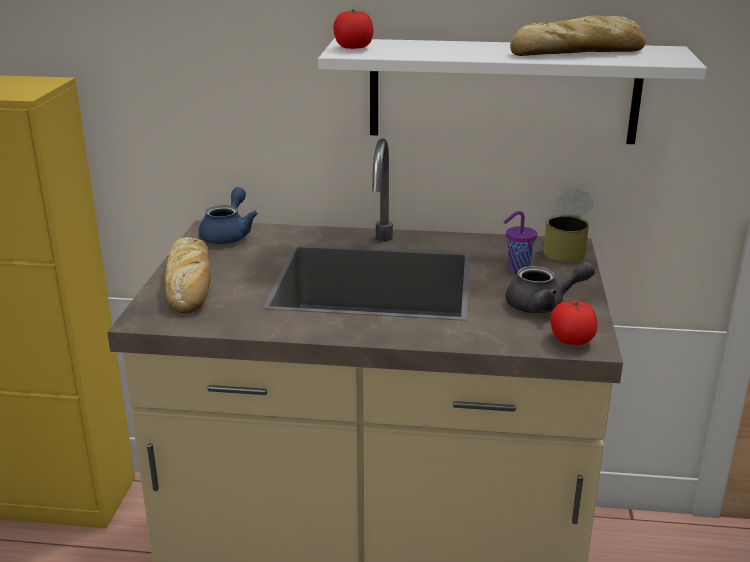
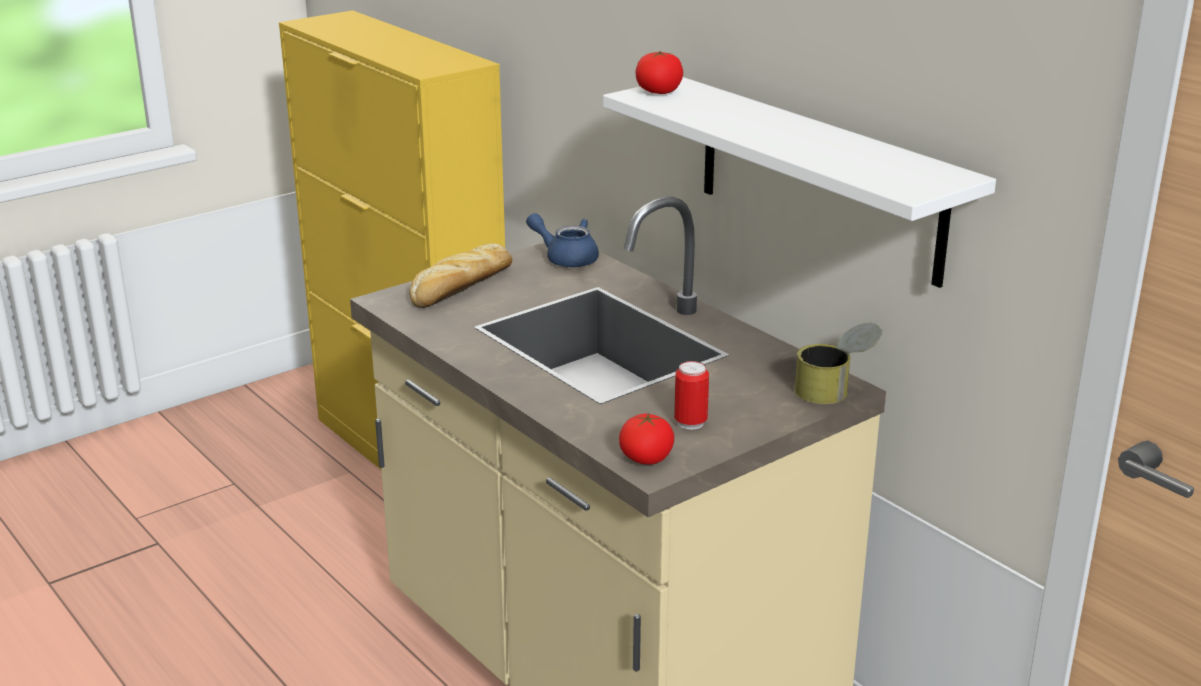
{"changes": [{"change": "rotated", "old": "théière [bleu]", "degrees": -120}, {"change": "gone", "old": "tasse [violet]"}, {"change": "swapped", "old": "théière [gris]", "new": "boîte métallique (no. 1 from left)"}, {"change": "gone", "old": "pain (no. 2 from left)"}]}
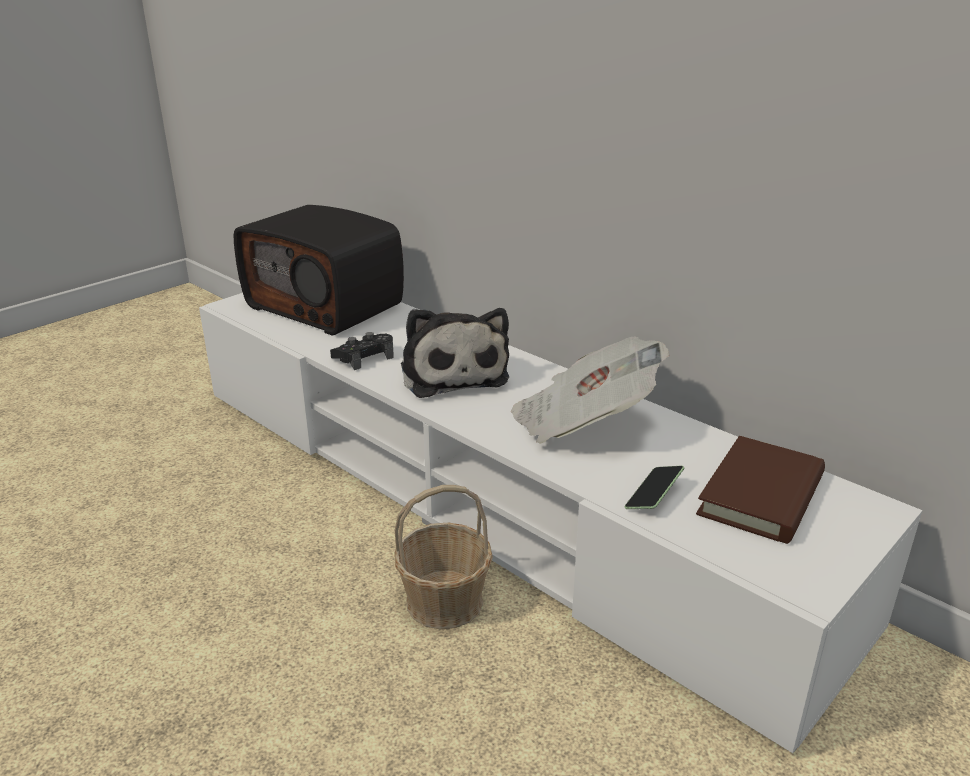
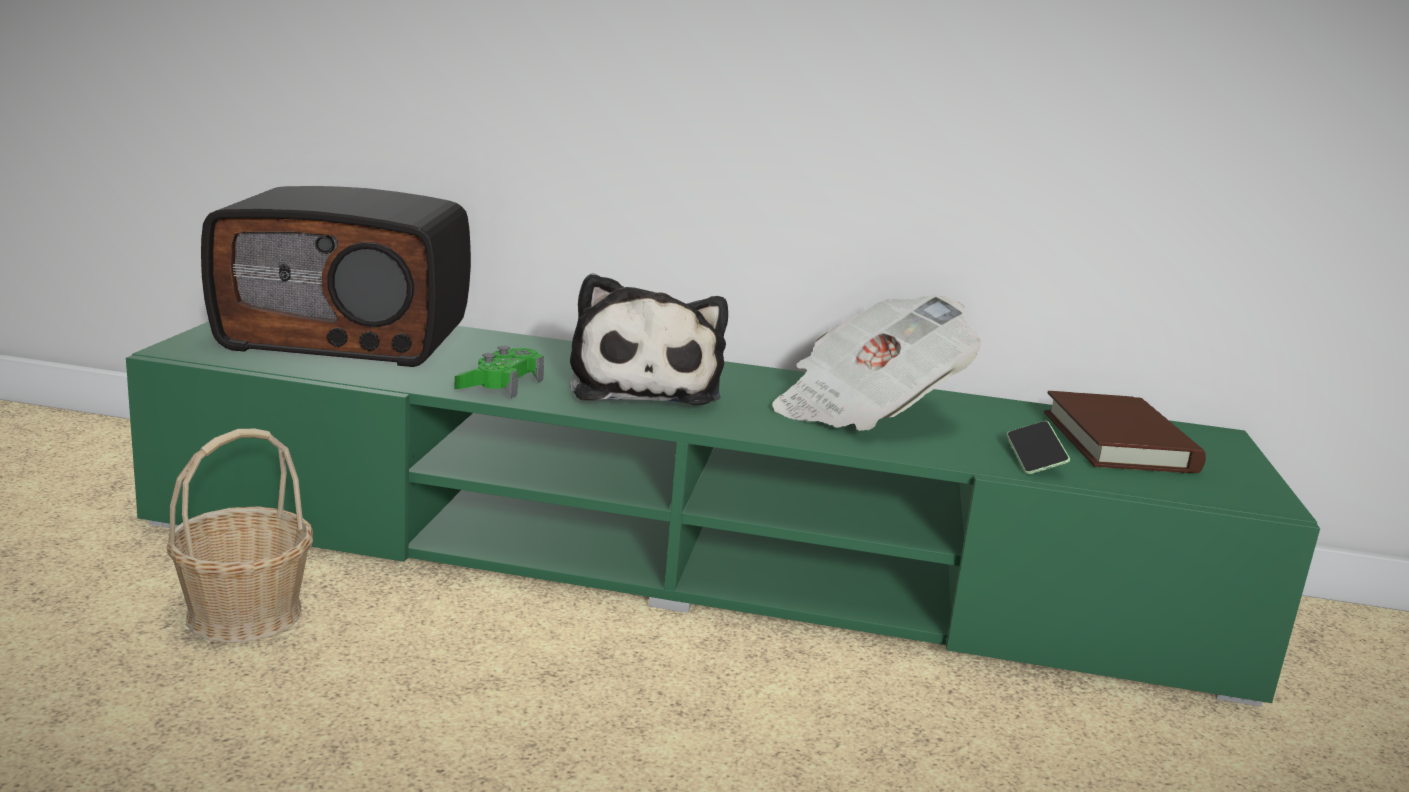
{"changes": [{"change": "repainted", "old": "meuble télé [blanc]", "new": "meuble télé [vert]"}, {"change": "repainted", "old": "manette [noir]", "new": "manette [vert]"}, {"change": "shifted", "old": "panier"}, {"change": "rotated", "old": "peluche", "degrees": 45}]}
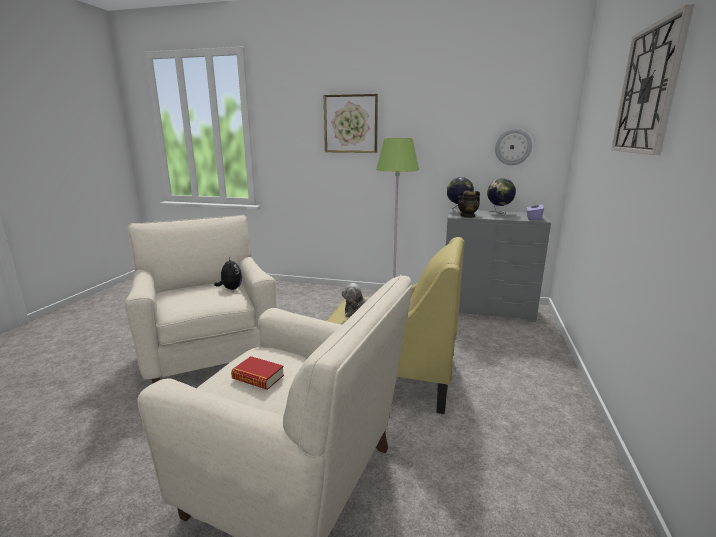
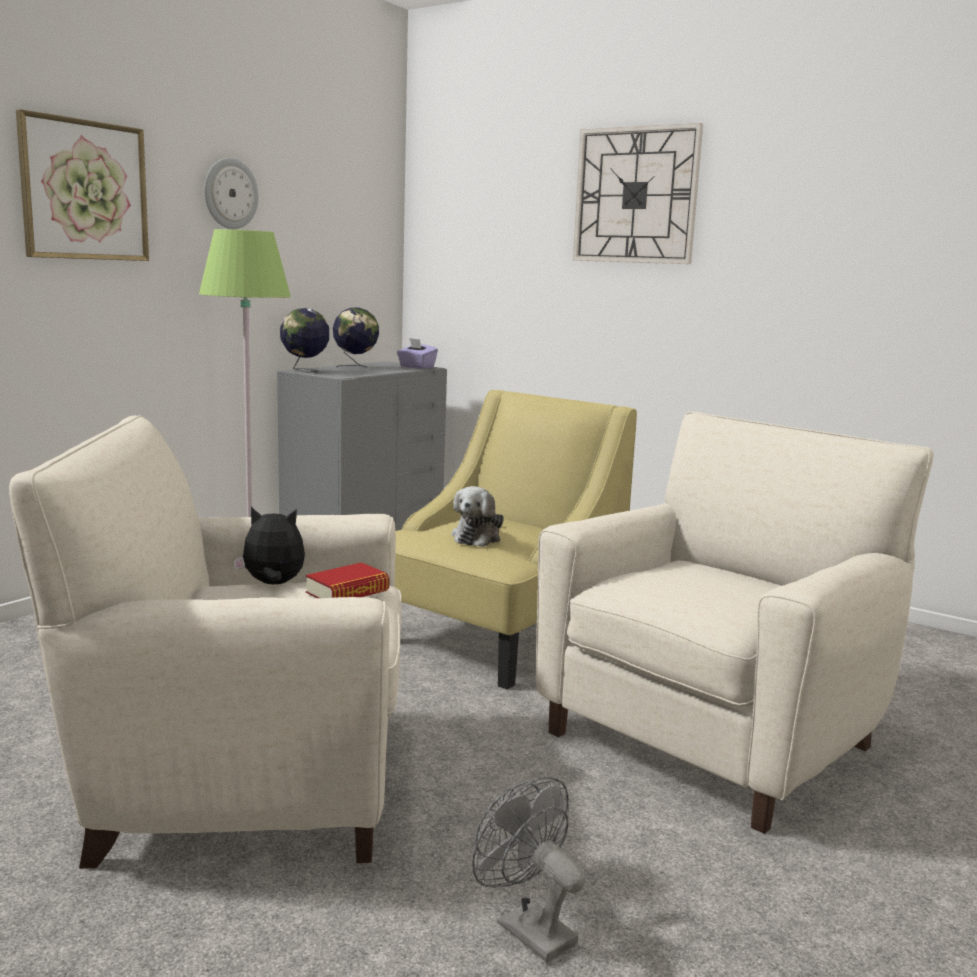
{"changes": [{"change": "shifted", "old": "livre"}, {"change": "gone", "old": "théière"}, {"change": "shifted", "old": "horloge murale (no. 1 from left)"}, {"change": "new", "new": "ventilateur [gris]"}]}
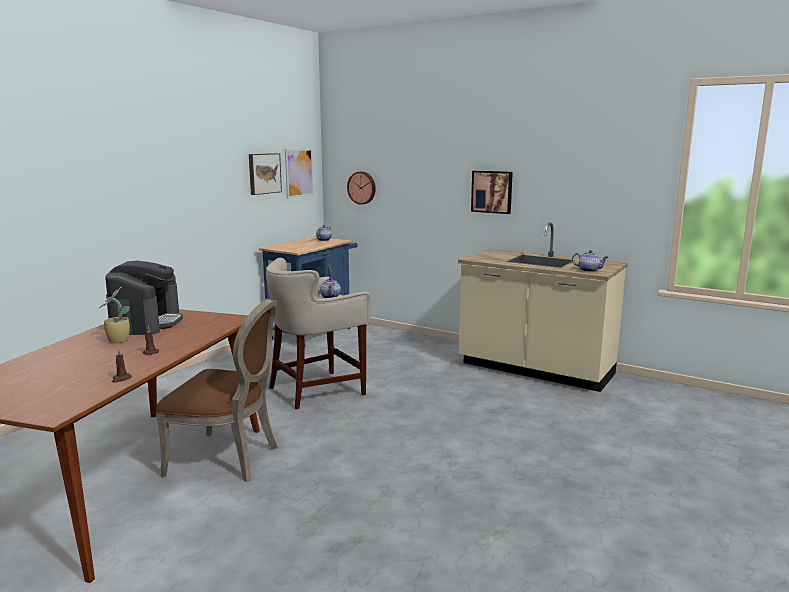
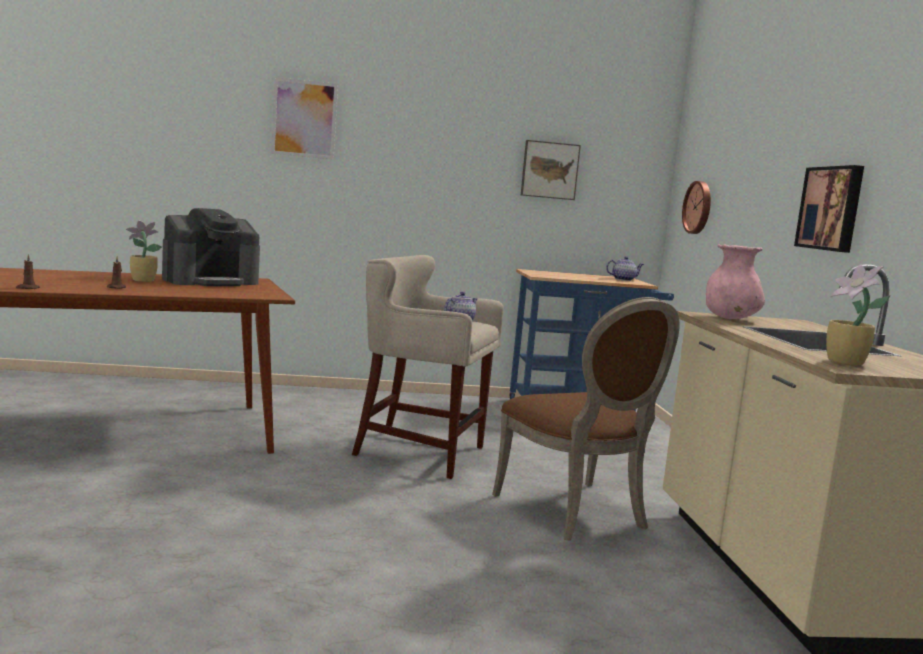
{"changes": [{"change": "shifted", "old": "chaise [marron]"}, {"change": "shifted", "old": "tableau (no. 2 from left in the first image)", "new": "tableau (no. 1 from left)"}, {"change": "swapped", "old": "théière (no. 3 from left)", "new": "plante en pot (no. 2 from left)"}, {"change": "new", "new": "vase [rose]"}]}
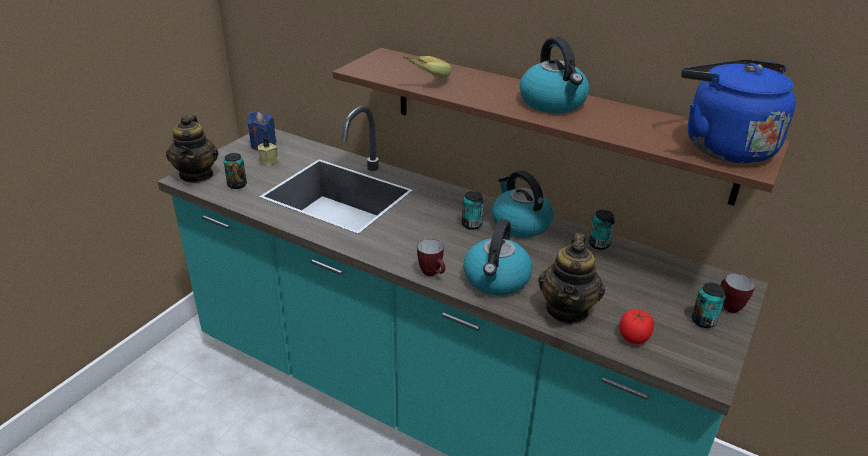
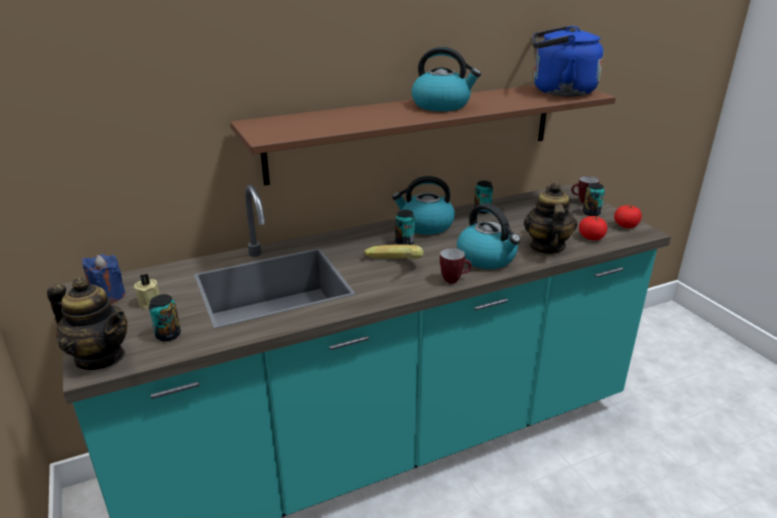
{"changes": [{"change": "shifted", "old": "banane"}, {"change": "rotated", "old": "théière (no. 2 from left)", "degrees": -135}, {"change": "new", "new": "tomate (no. 2 from left)"}]}
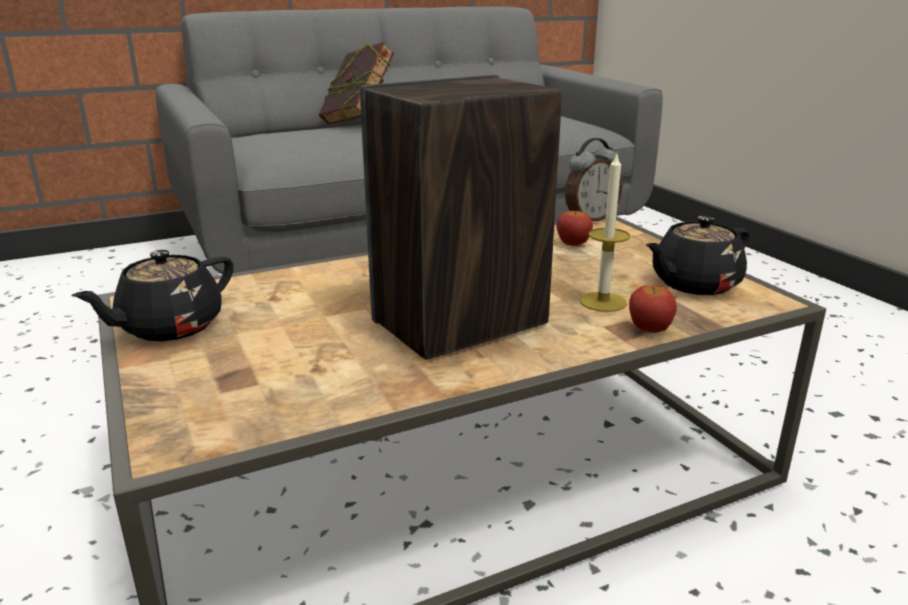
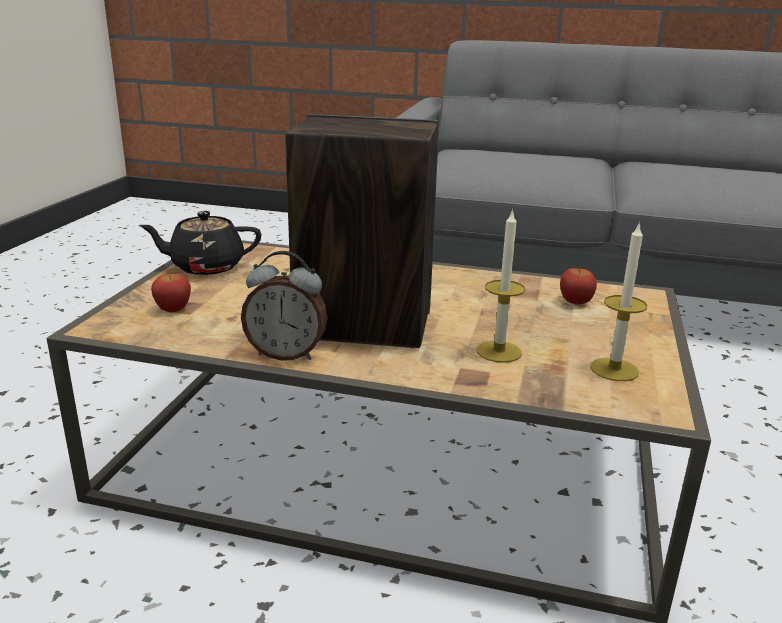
{"changes": [{"change": "gone", "old": "livre"}, {"change": "shifted", "old": "réveil"}, {"change": "shifted", "old": "pomme (no. 2 from left in the first image)", "new": "pomme (no. 1 from left)"}, {"change": "swapped", "old": "théière [noir] (no. 2 from left)", "new": "bougie (no. 2 from left)"}]}
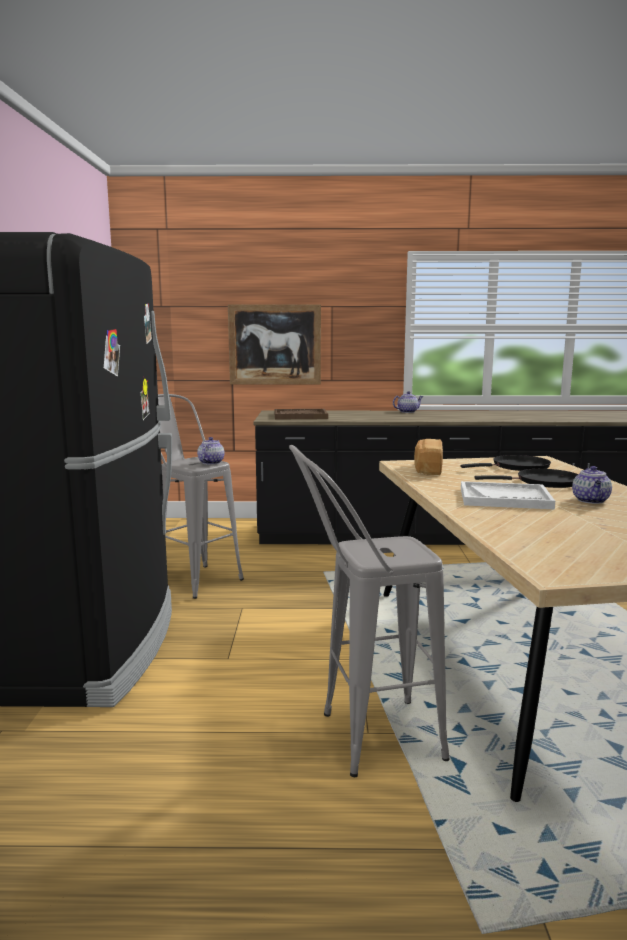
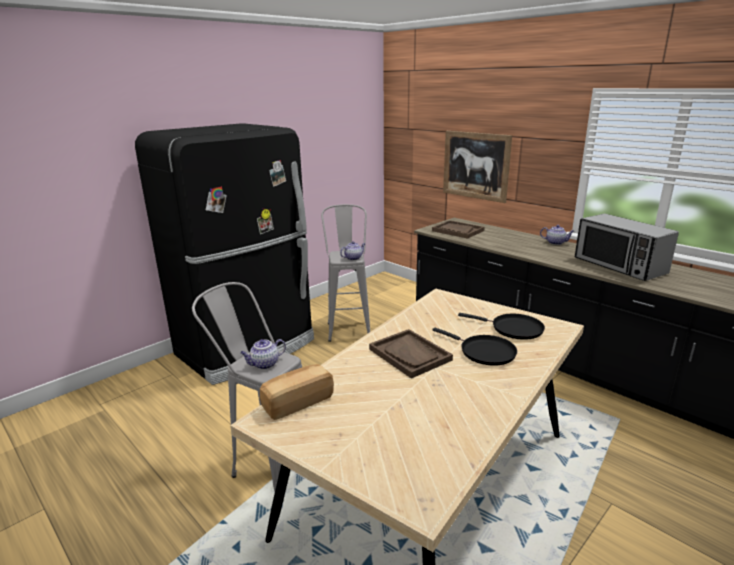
{"changes": [{"change": "shifted", "old": "pain"}, {"change": "repainted", "old": "plateau [blanc]", "new": "plateau [marron] (no. 1 from left)"}, {"change": "shifted", "old": "théière (no. 3 from left in the first image)", "new": "théière (no. 1 from left)"}, {"change": "new", "new": "micro-ondes"}]}
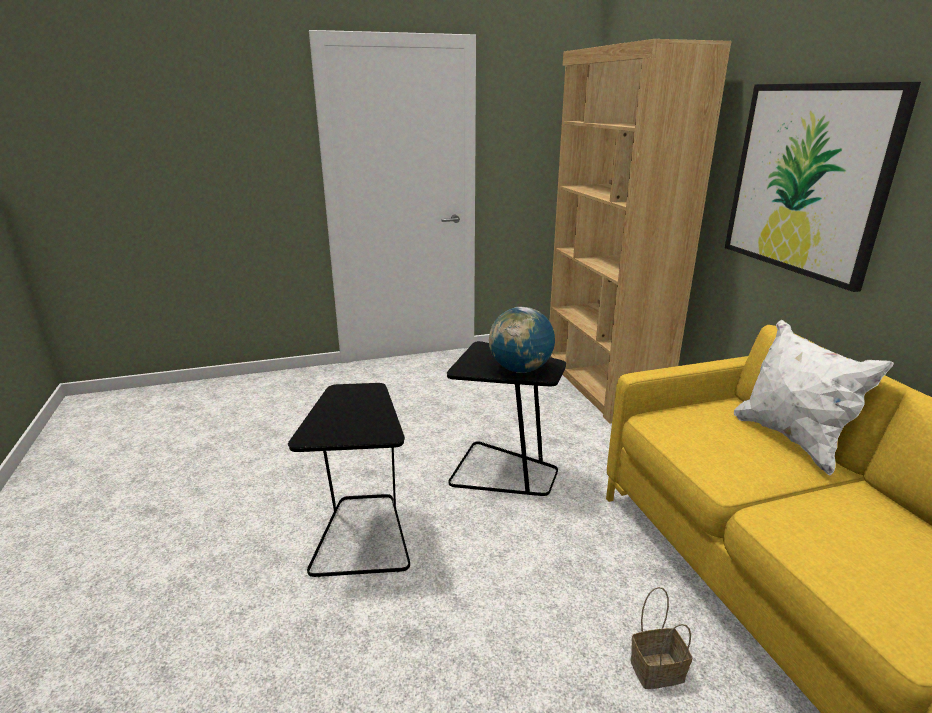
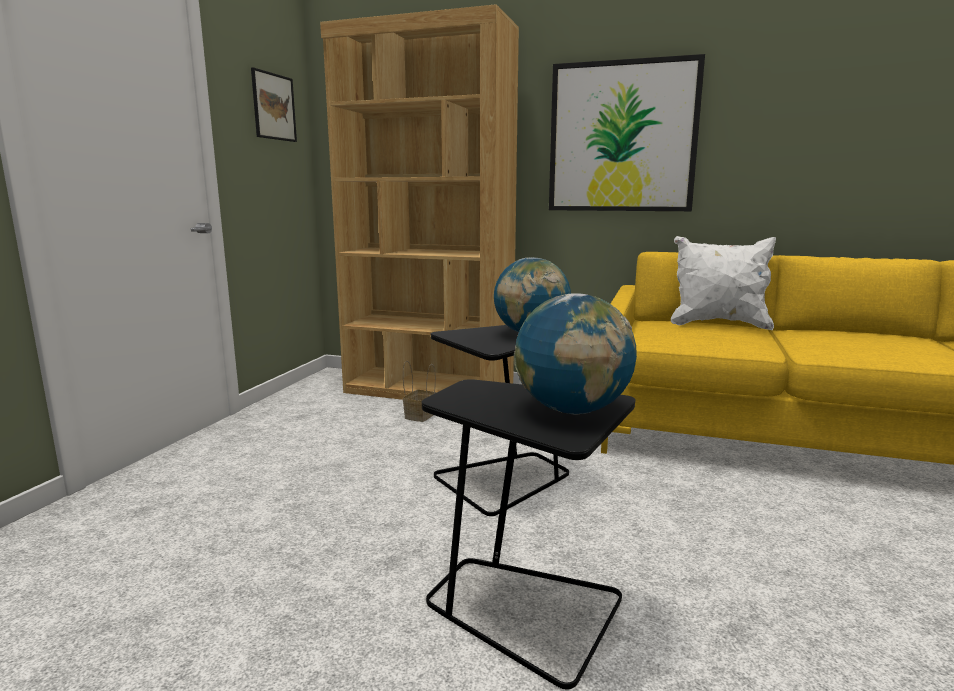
{"changes": [{"change": "shifted", "old": "panier"}, {"change": "new", "new": "tableau (no. 1 from left)"}, {"change": "new", "new": "globe (no. 2 from left)"}]}
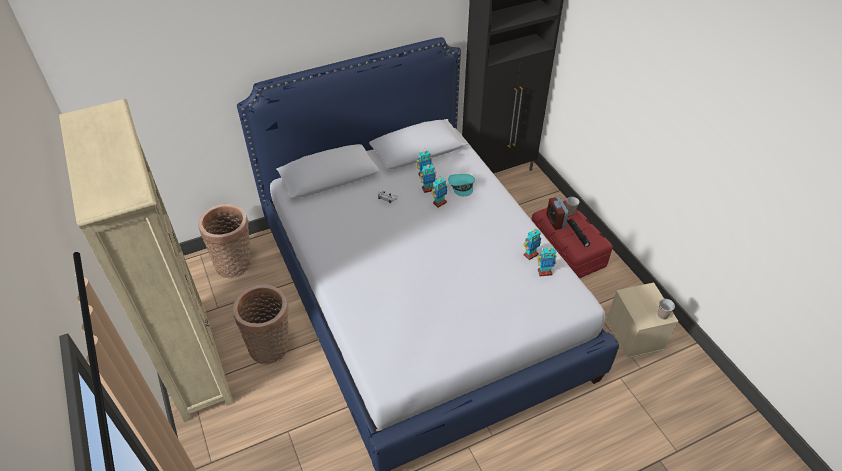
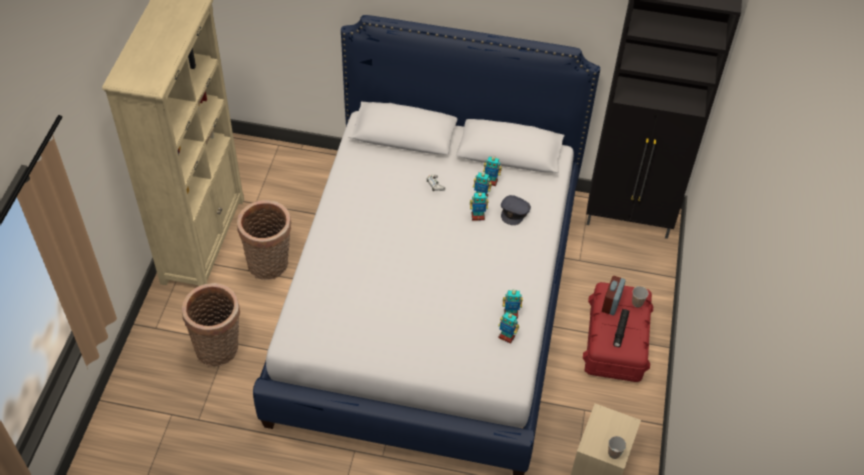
{"changes": [{"change": "shifted", "old": "panier (no. 1 from left)"}, {"change": "repainted", "old": "casquette [turquoise]", "new": "casquette [gris]"}]}
